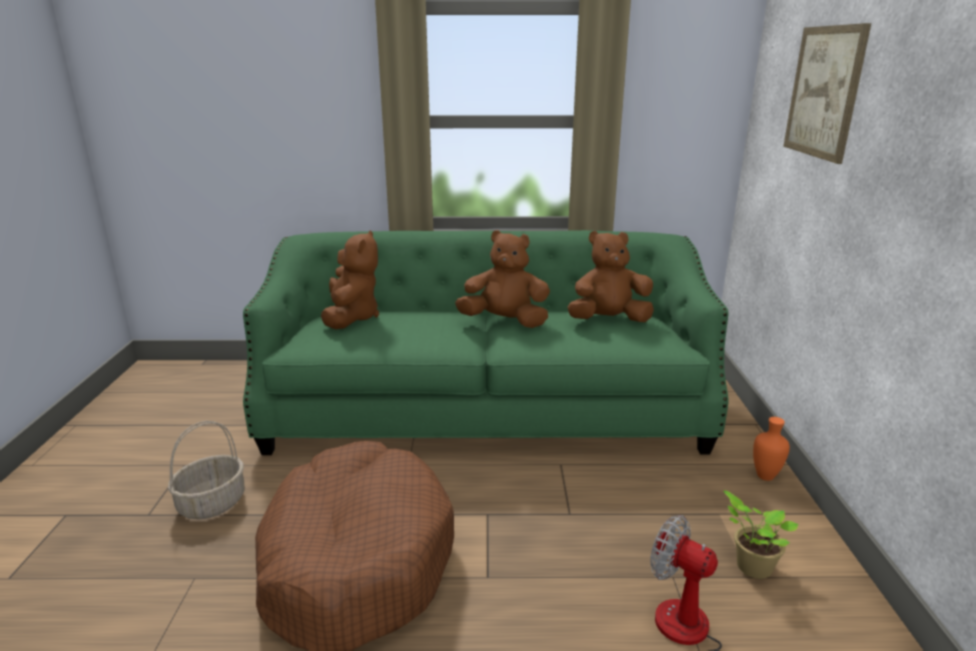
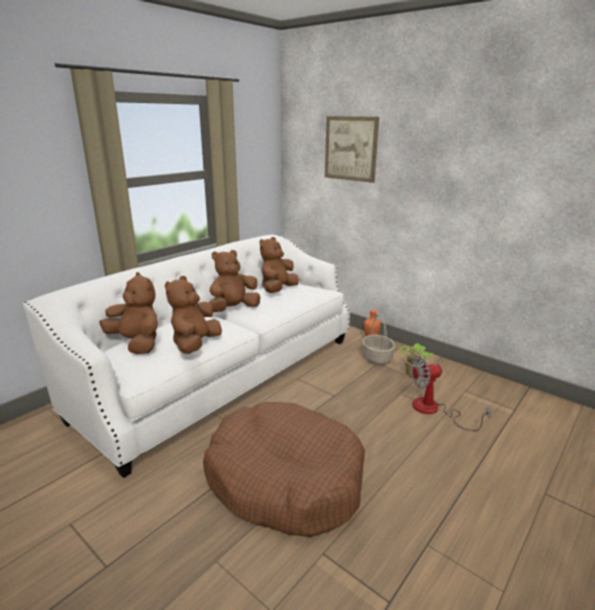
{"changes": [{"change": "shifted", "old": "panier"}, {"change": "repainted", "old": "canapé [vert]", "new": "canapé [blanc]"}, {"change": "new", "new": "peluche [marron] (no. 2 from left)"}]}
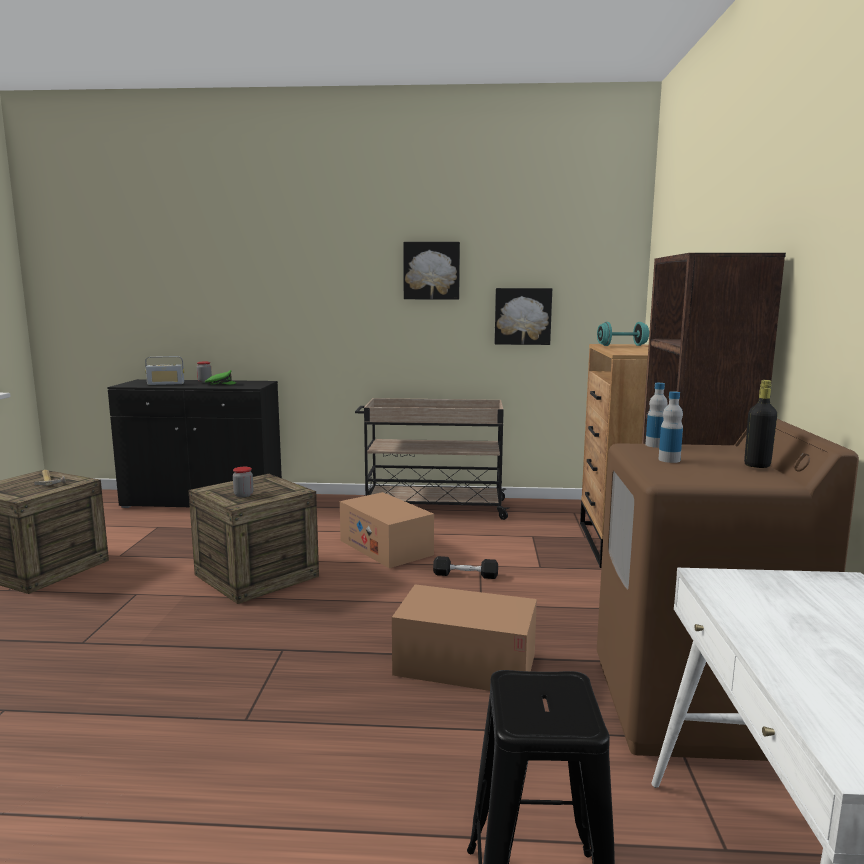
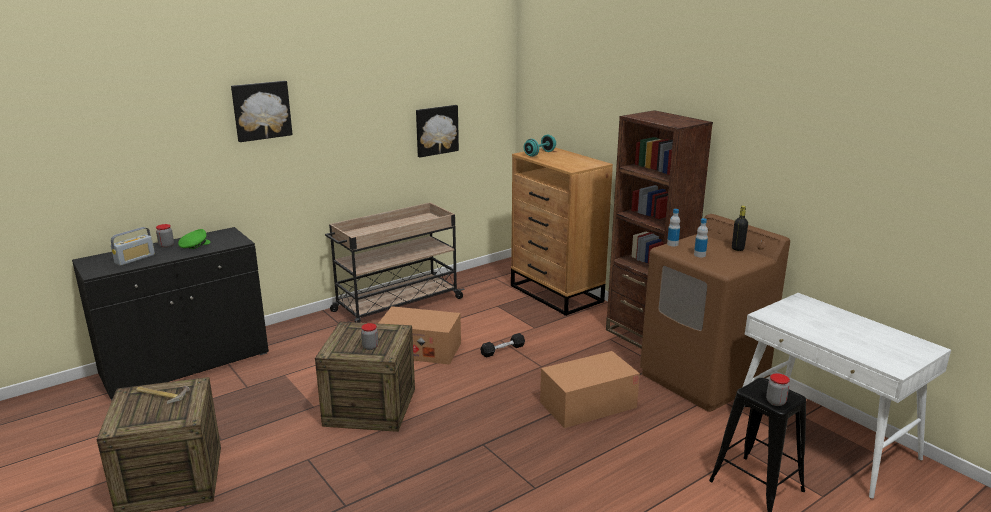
{"changes": [{"change": "shifted", "old": "tableau (no. 1 from left)"}, {"change": "new", "new": "bocal (no. 3 from left)"}]}
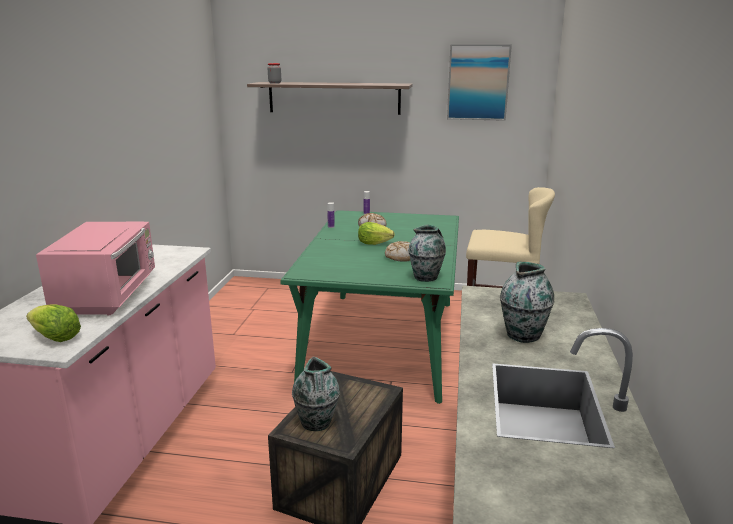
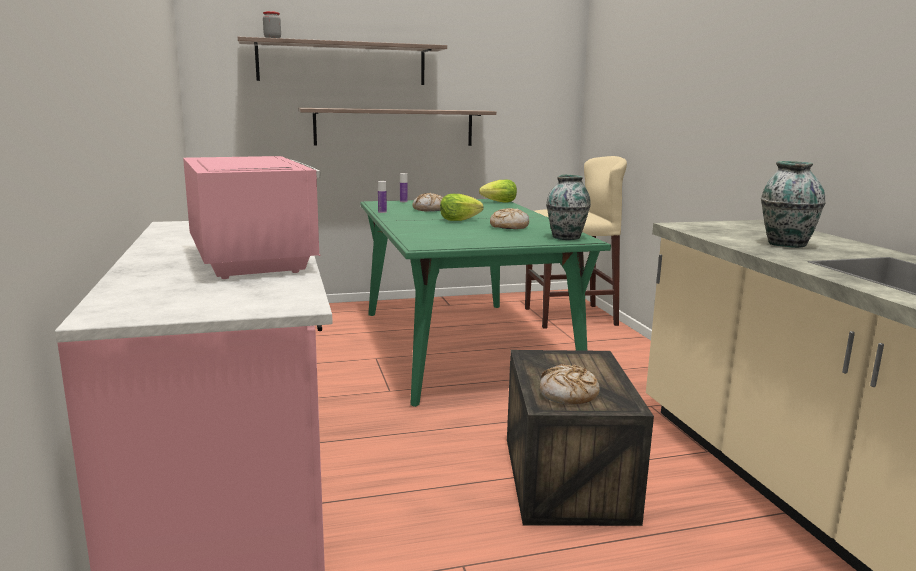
{"changes": [{"change": "shifted", "old": "laitue (no. 1 from left in the first image)", "new": "laitue (no. 2 from left)"}, {"change": "swapped", "old": "vase (no. 1 from left)", "new": "pain (no. 3 from left)"}, {"change": "gone", "old": "tableau"}, {"change": "new", "new": "étagère (no. 2 from left)"}]}
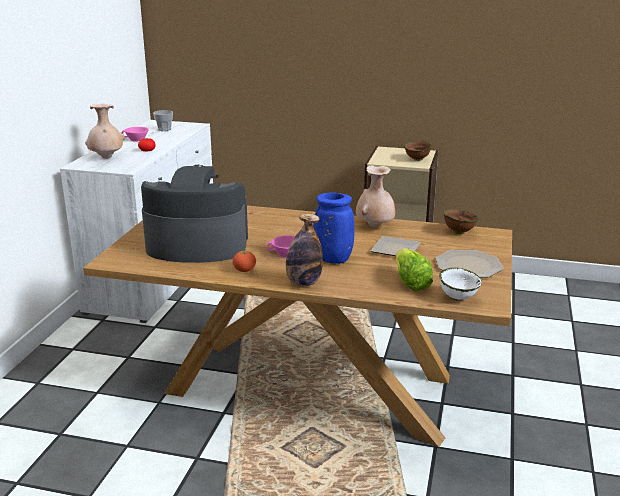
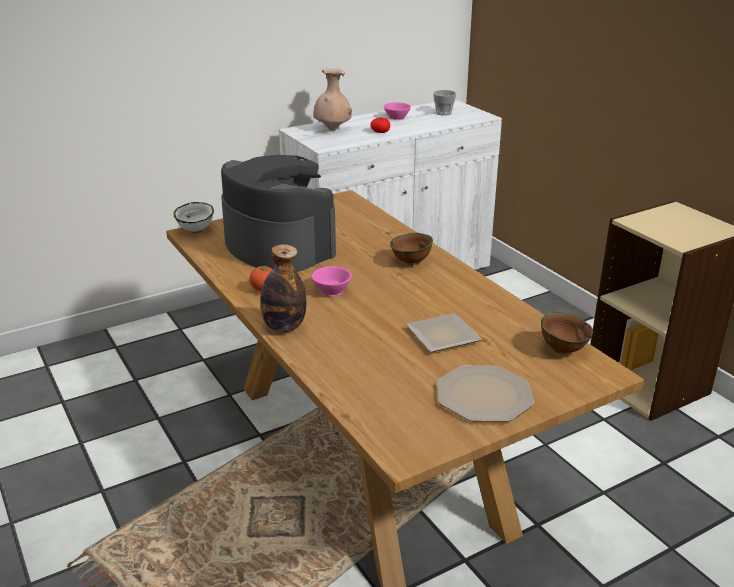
{"changes": [{"change": "gone", "old": "vase [bleu]"}, {"change": "gone", "old": "vase [beige] (no. 2 from left)"}, {"change": "gone", "old": "laitue"}, {"change": "shifted", "old": "bol [marron] (no. 1 from left)"}, {"change": "shifted", "old": "bol [blanc]"}]}
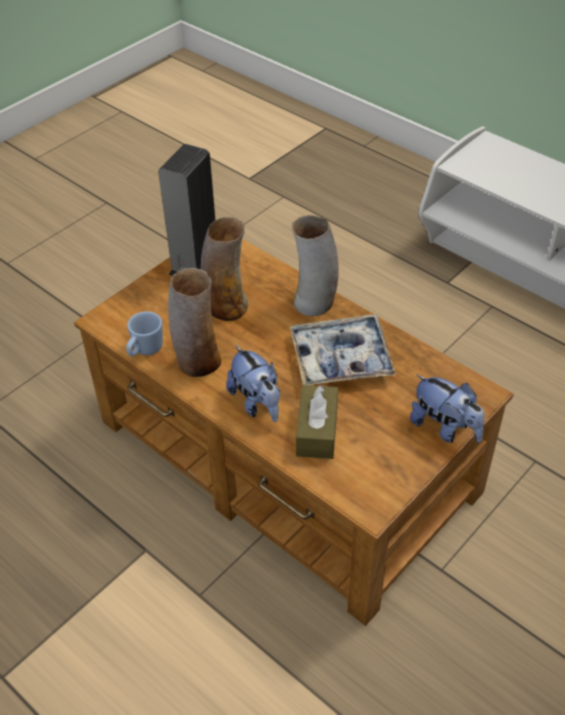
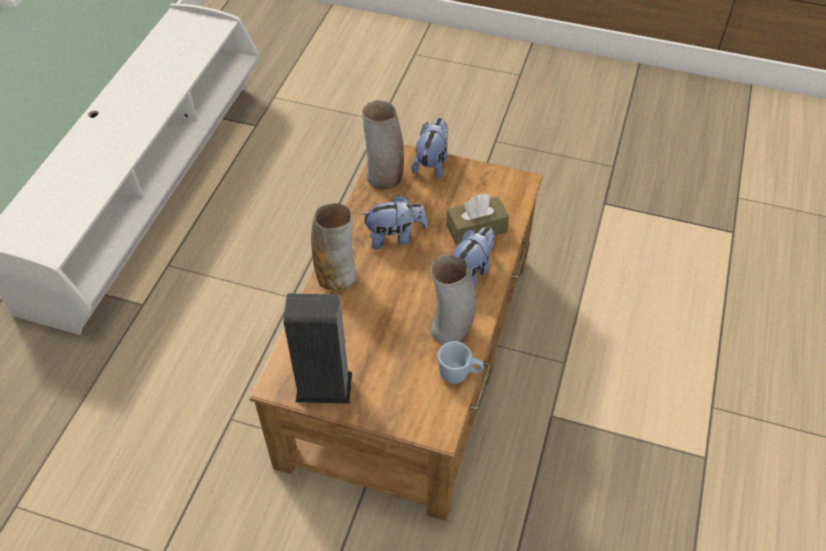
{"changes": [{"change": "shifted", "old": "vase (no. 2 from left)"}, {"change": "swapped", "old": "plateau", "new": "peluche (no. 1 from left)"}]}
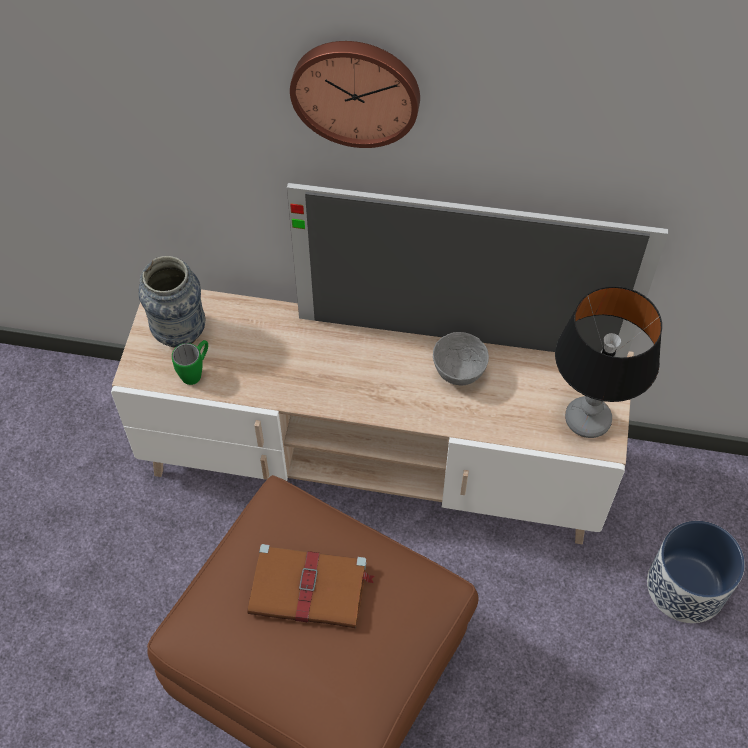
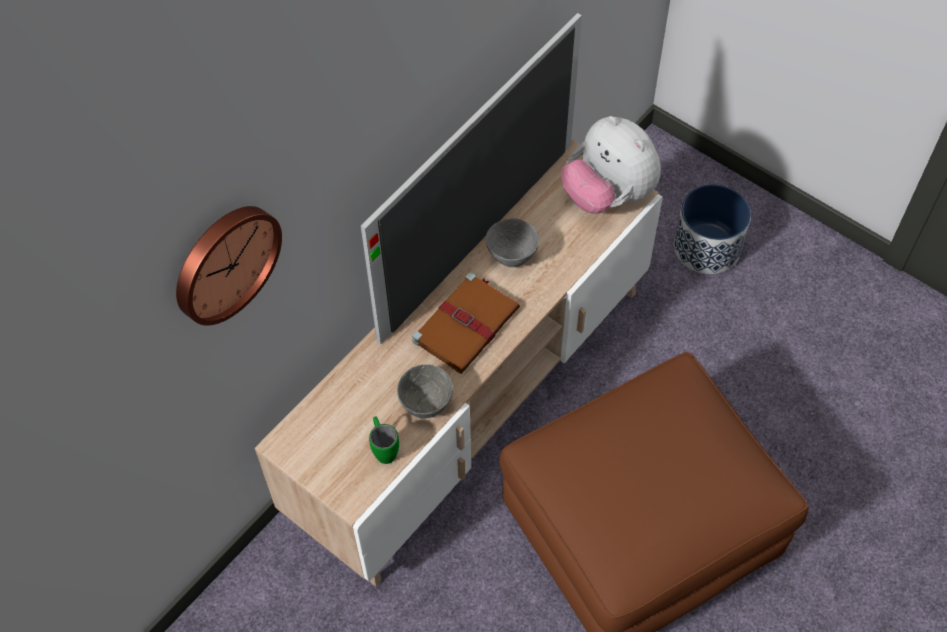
{"changes": [{"change": "gone", "old": "vase"}, {"change": "shifted", "old": "livre [marron]"}, {"change": "shifted", "old": "horloge murale"}, {"change": "swapped", "old": "lampe de table", "new": "peluche"}, {"change": "new", "new": "bol [gris] (no. 1 from left)"}]}
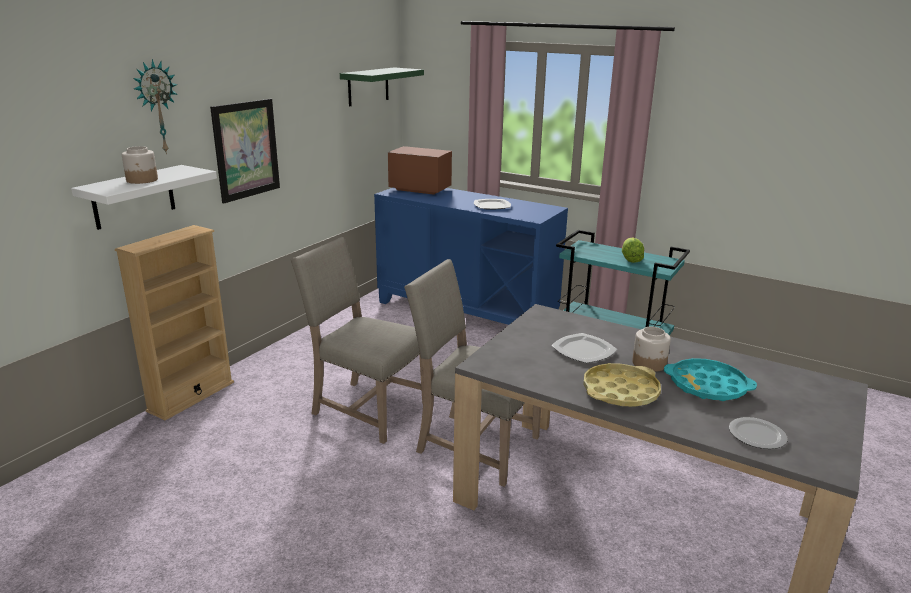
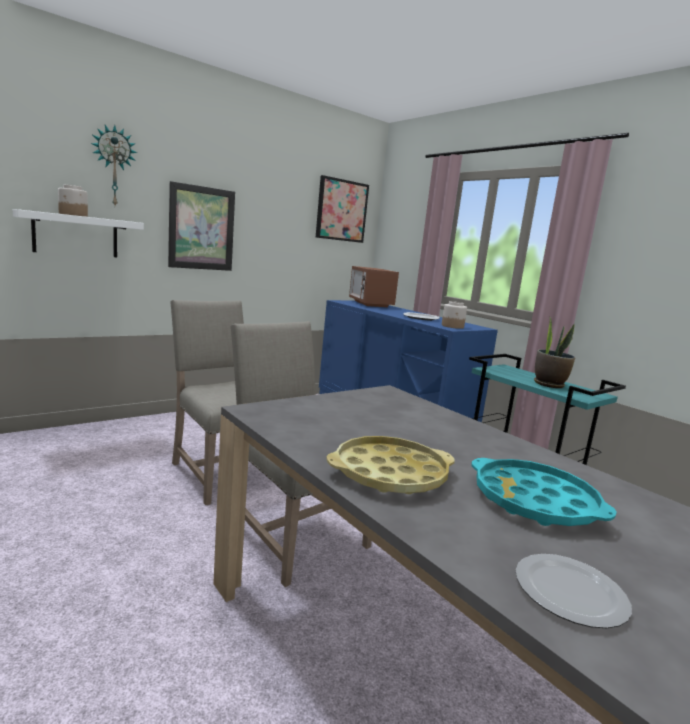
{"changes": [{"change": "gone", "old": "bibliothèque [beige]"}, {"change": "swapped", "old": "étagère [vert]", "new": "tableau (no. 2 from left)"}, {"change": "rotated", "old": "micro-ondes", "degrees": -150}, {"change": "gone", "old": "assiette (no. 2 from left)"}, {"change": "swapped", "old": "laitue", "new": "plante en pot"}, {"change": "shifted", "old": "bocal (no. 2 from left)"}]}
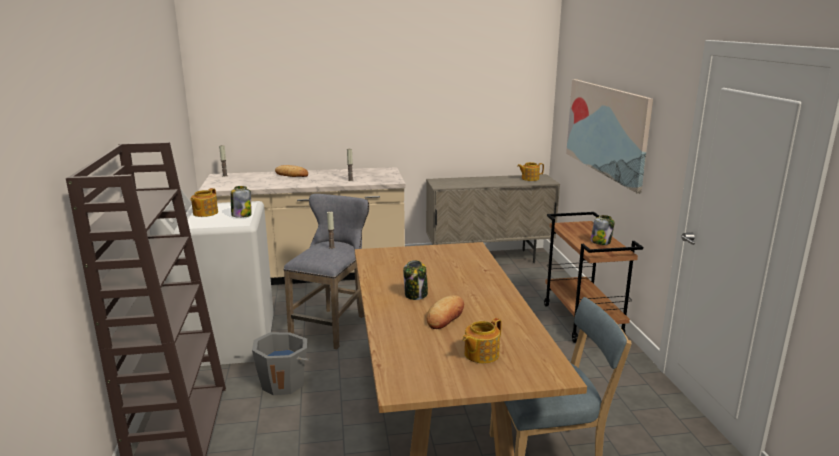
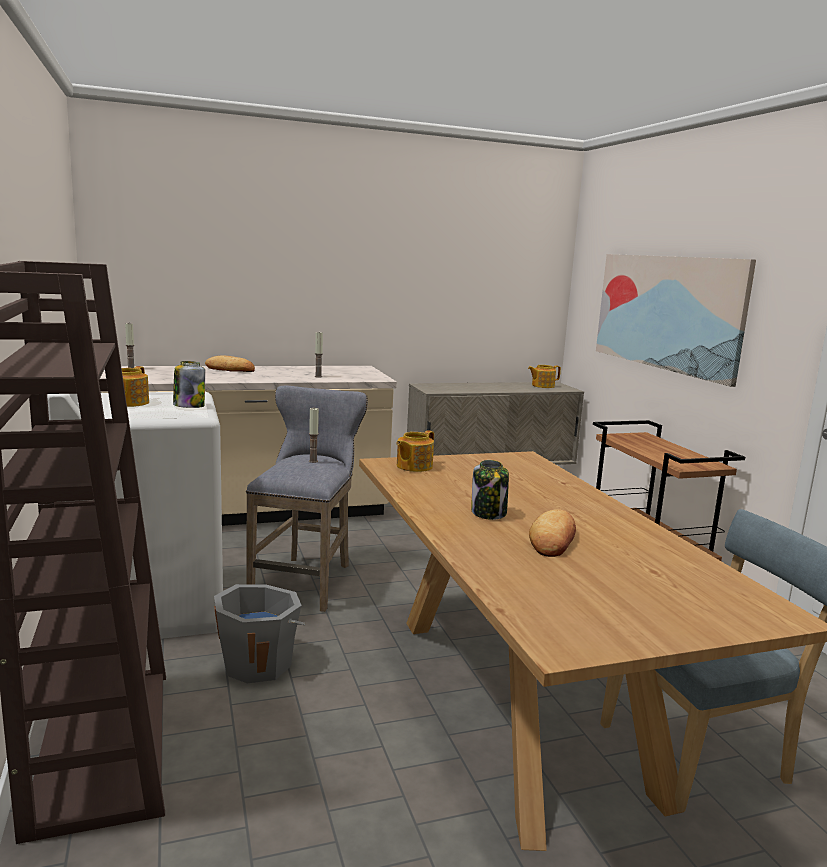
{"changes": [{"change": "shifted", "old": "théière (no. 2 from left)"}, {"change": "gone", "old": "bocal (no. 3 from left)"}]}
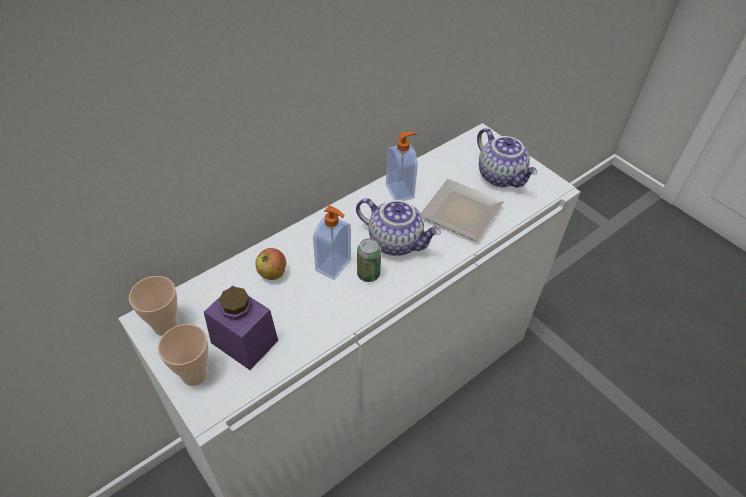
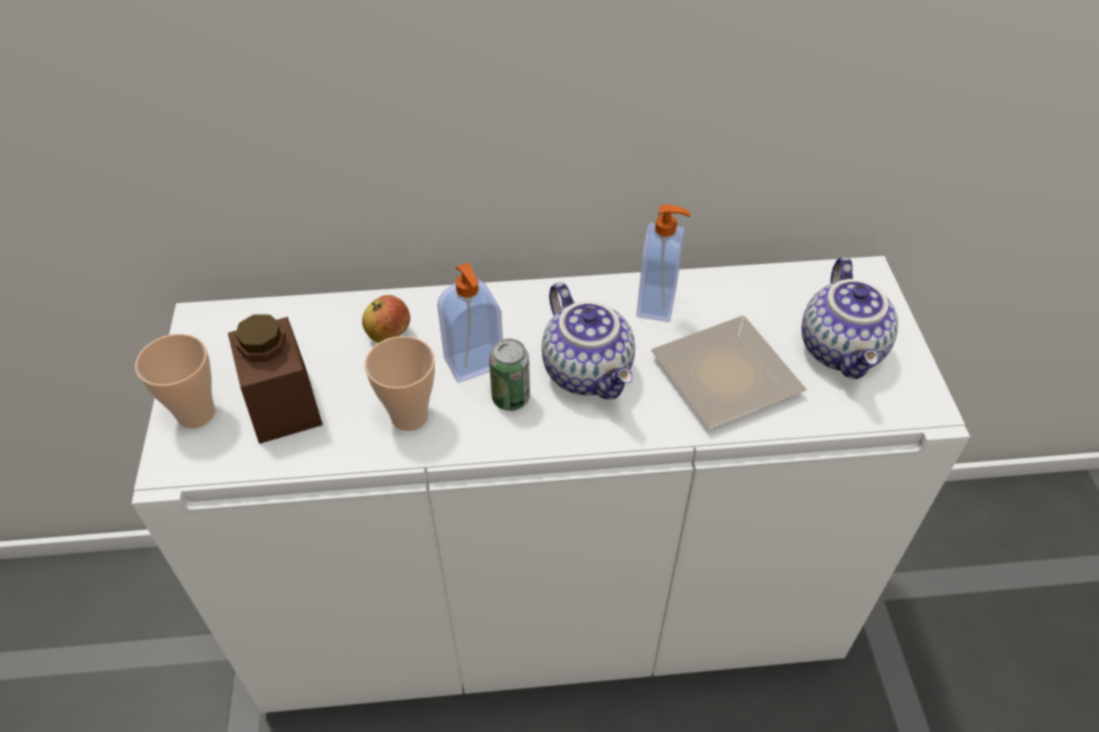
{"changes": [{"change": "shifted", "old": "tasse (no. 1 from left in the first image)", "new": "tasse (no. 2 from left)"}, {"change": "repainted", "old": "bocal [violet]", "new": "bocal [marron]"}]}
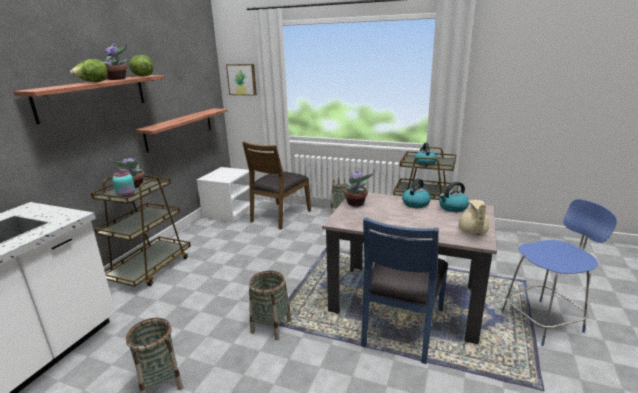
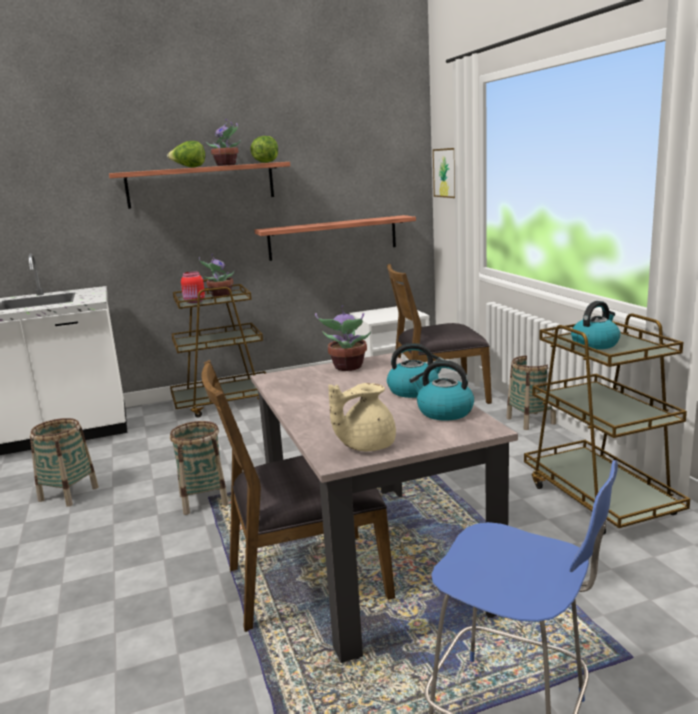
{"changes": [{"change": "repainted", "old": "bocal [turquoise]", "new": "bocal [rouge]"}, {"change": "repainted", "old": "chaise [bleu] (no. 1 from left)", "new": "chaise [marron] (no. 1 from left)"}]}
